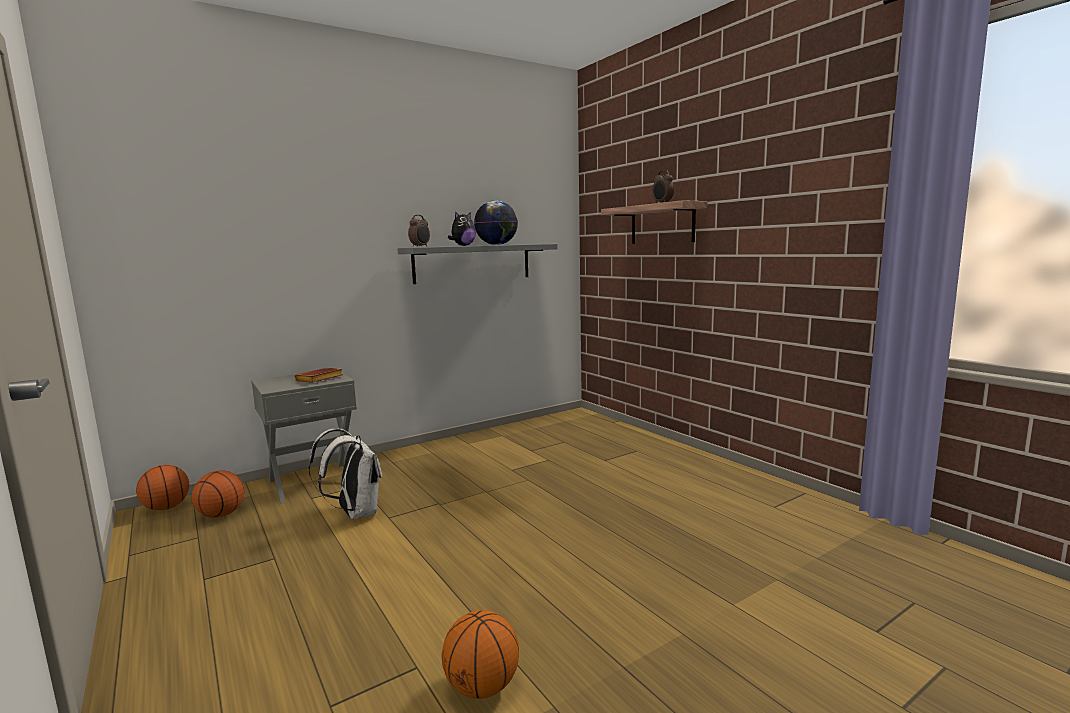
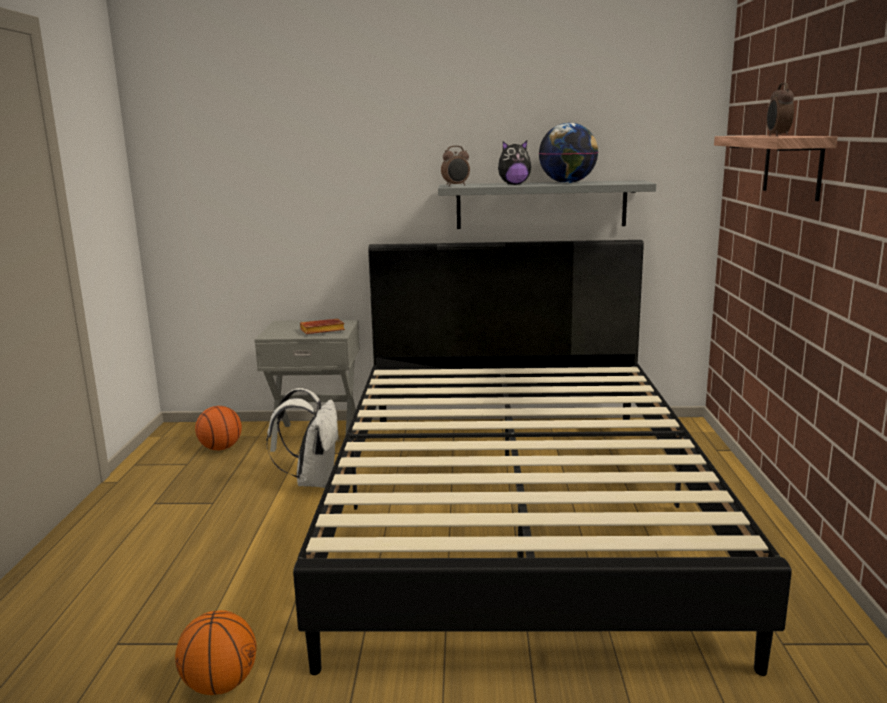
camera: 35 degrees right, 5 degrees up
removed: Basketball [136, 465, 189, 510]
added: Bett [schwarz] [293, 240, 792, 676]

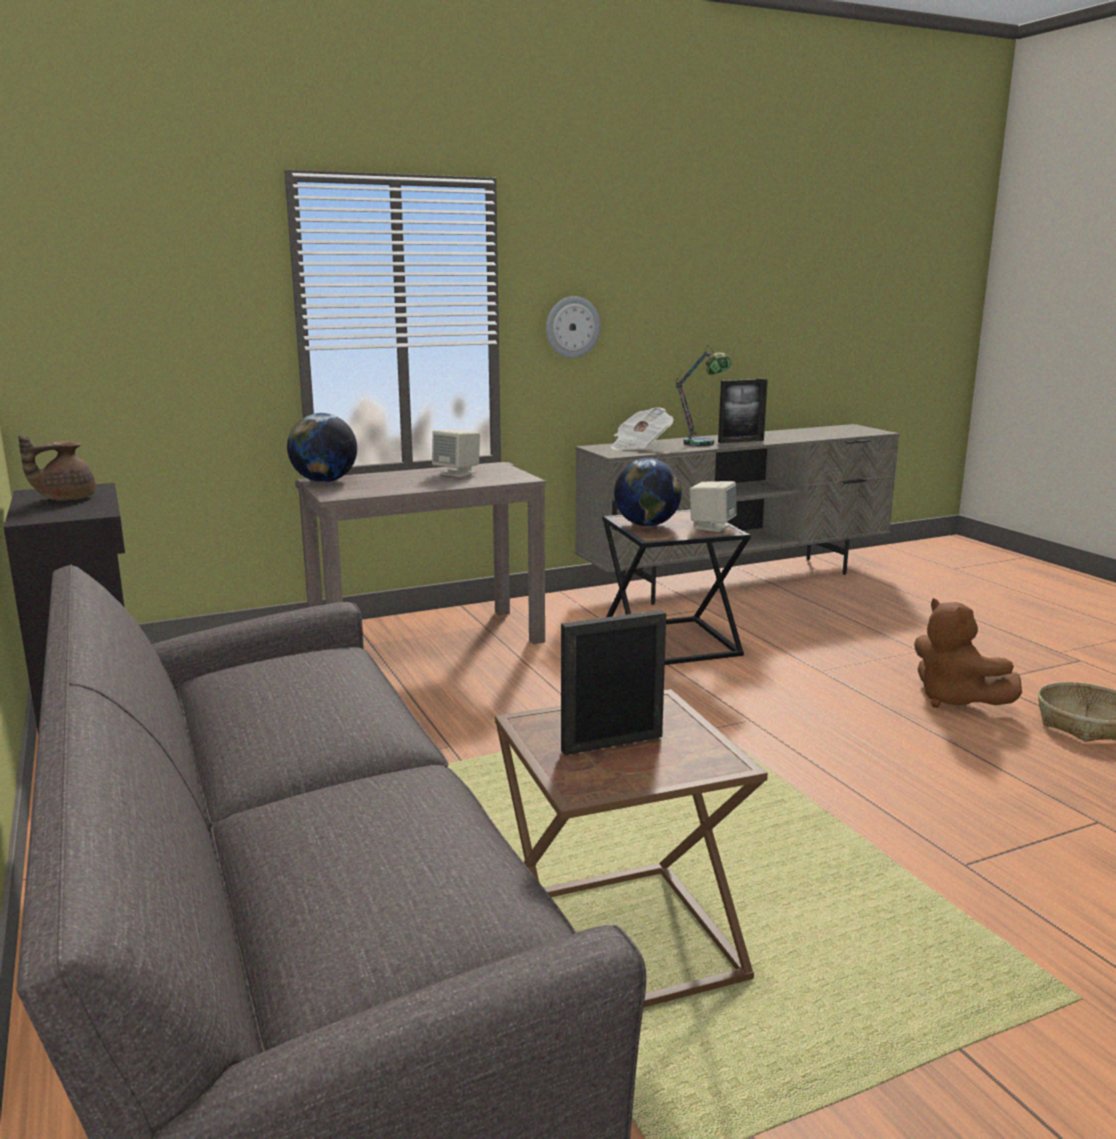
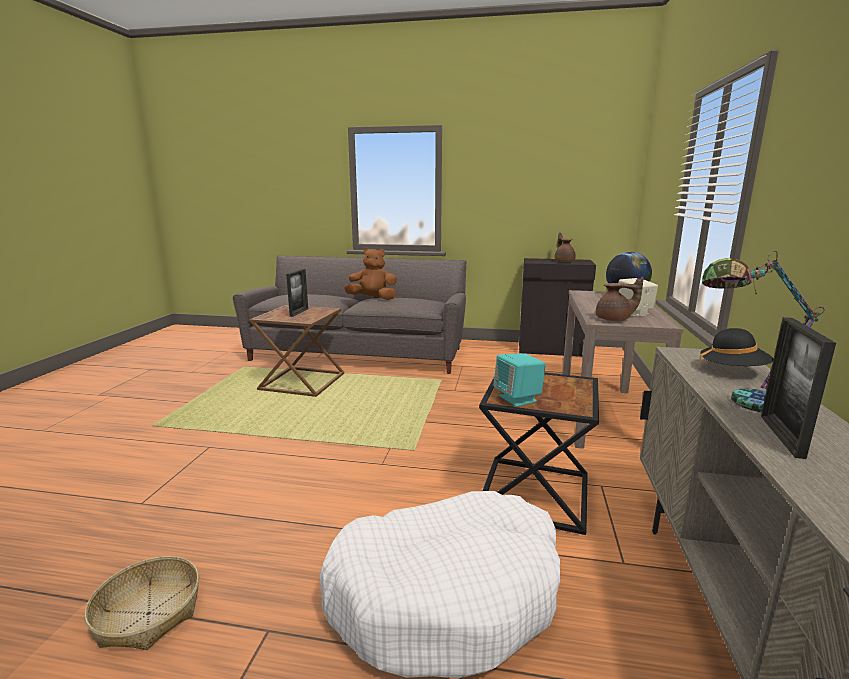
camera: 125 degrees right, 0 degrees up
removed: Wanduhr [546, 296, 601, 358]; Globus [614, 458, 682, 526]
added: Teekanne [braun] [596, 277, 644, 321]; Hundebett [weiß] [319, 491, 560, 679]
moved: Plüschtier [braun] [914, 598, 1022, 708] to [344, 248, 397, 300]
replaced: Zeitung [611, 407, 674, 450] to Hut [schwarz] [698, 328, 773, 368]
recoloured: Lautsprecher [beige] [690, 481, 737, 532] to Lautsprecher [türkis] [493, 353, 546, 407]

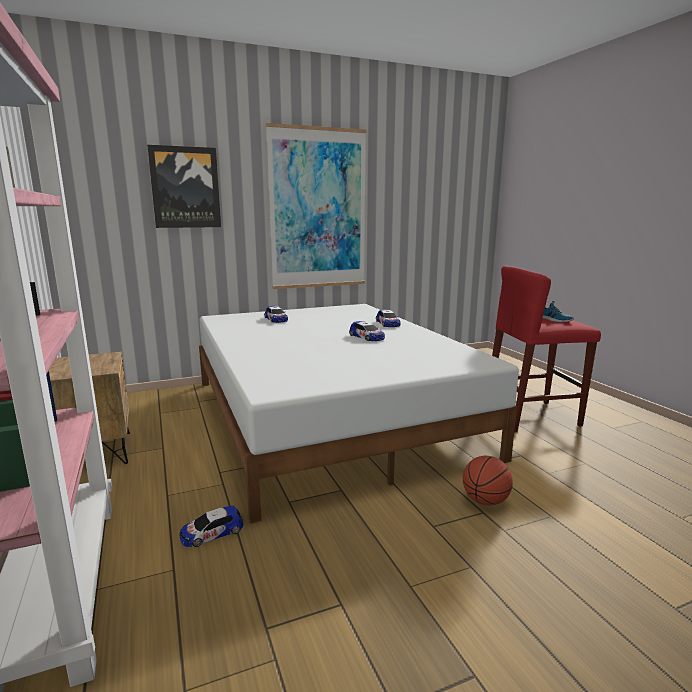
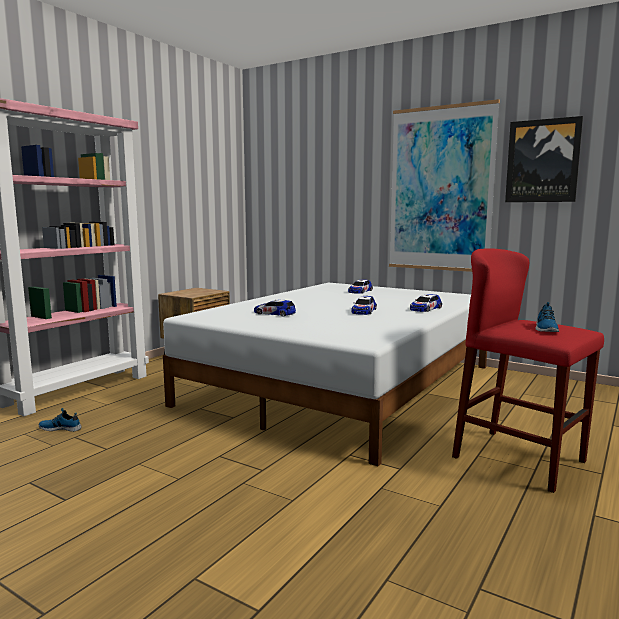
camera: 55 degrees right, 5 degrees down
removed: Basketball [463, 456, 513, 506]
added: Schuh [39, 408, 82, 432]
moved: Bild [147, 145, 221, 228] to [505, 116, 583, 202]; Spielzeugauto [179, 506, 243, 547] to [254, 299, 296, 317]

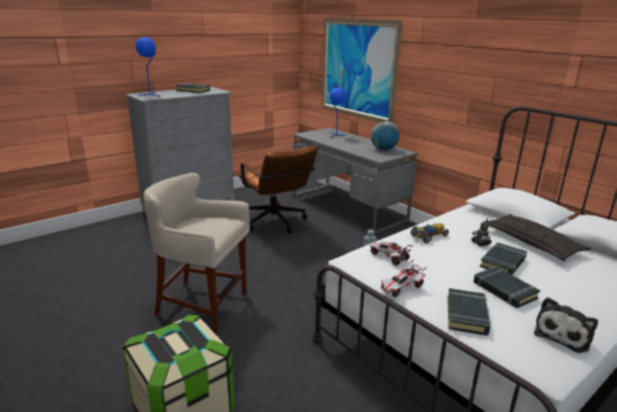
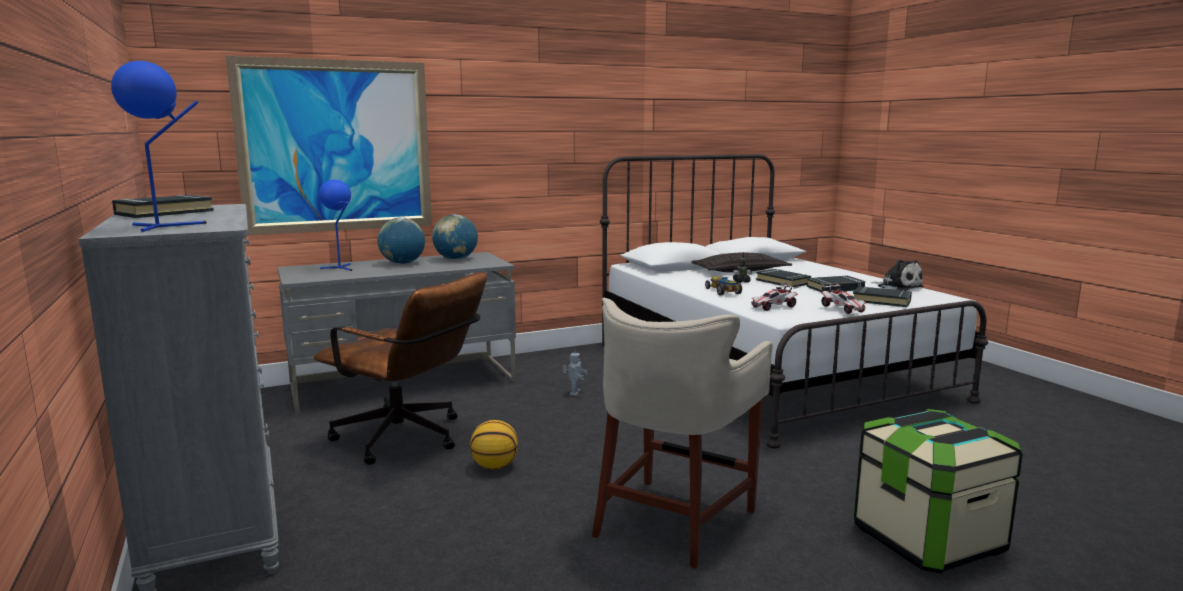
camera: 75 degrees left, 10 degrees down
added: Globus [377, 217, 425, 264]; Basketball [470, 420, 518, 469]
turned: Bürostuhl [braun] [238, 146, 318, 233] = [314, 272, 487, 465] 45 degrees clockwise

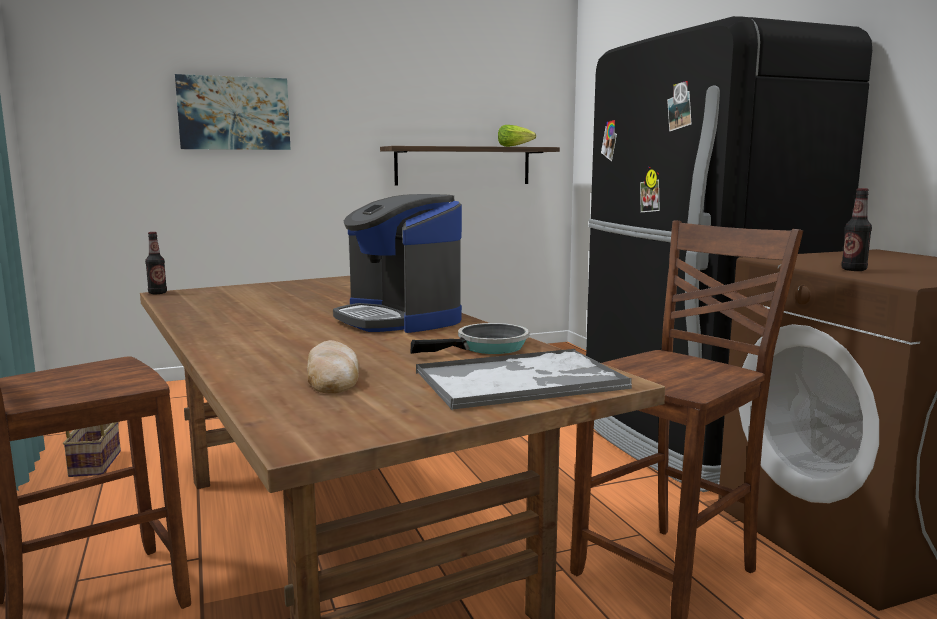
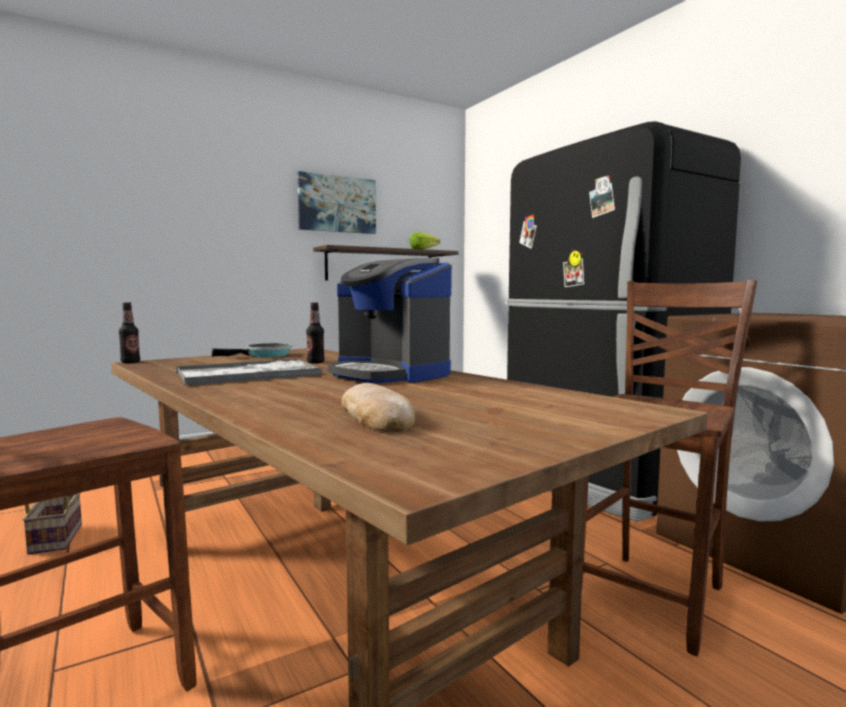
camera: 10 degrees left, 5 degrees down
moved: Bild [175, 74, 291, 150] to [297, 171, 376, 234]; Flasche [841, 188, 872, 271] to [306, 303, 325, 364]; Pfanne [411, 323, 529, 354] to [212, 343, 292, 357]; Tablett [416, 349, 632, 410] to [176, 359, 322, 385]

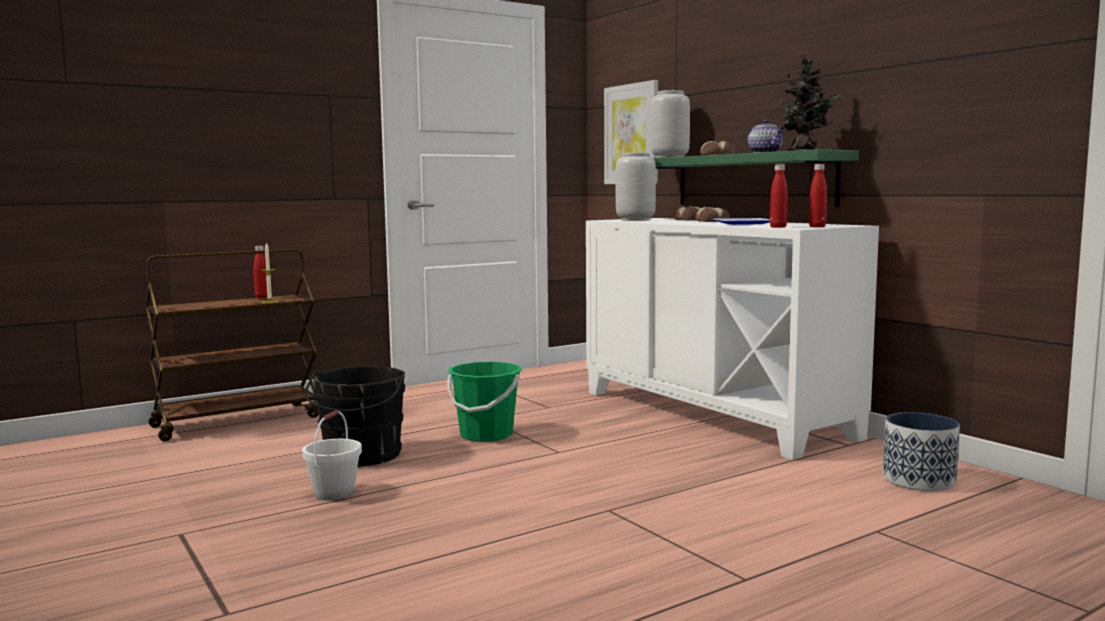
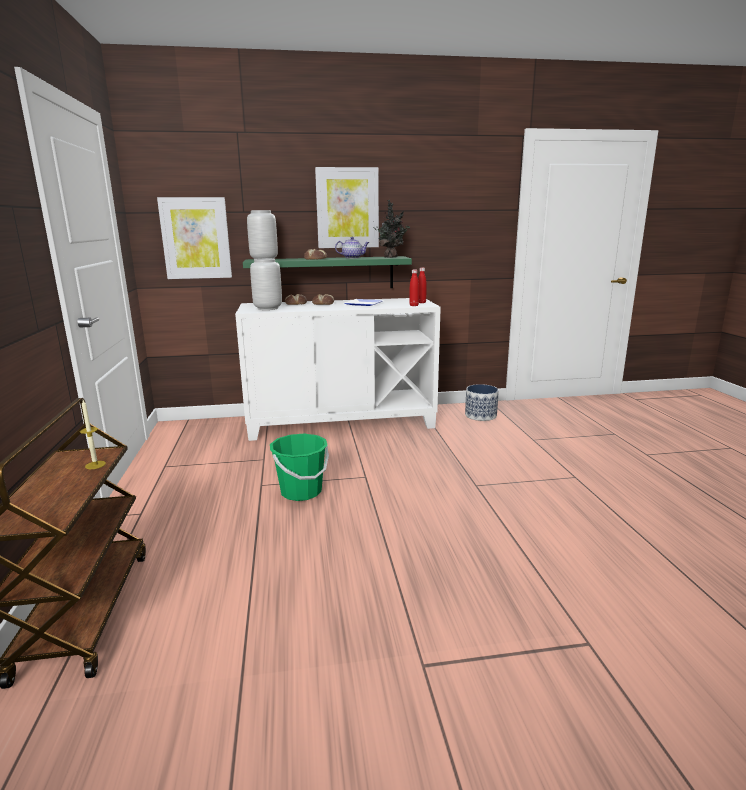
camera: 65 degrees left, 10 degrees up
removed: Flasche [rot] [253, 246, 268, 298]; Eimer [schwarz] [304, 366, 405, 467]; Eimer [weiß] [302, 410, 362, 501]
added: Bild [315, 167, 379, 248]

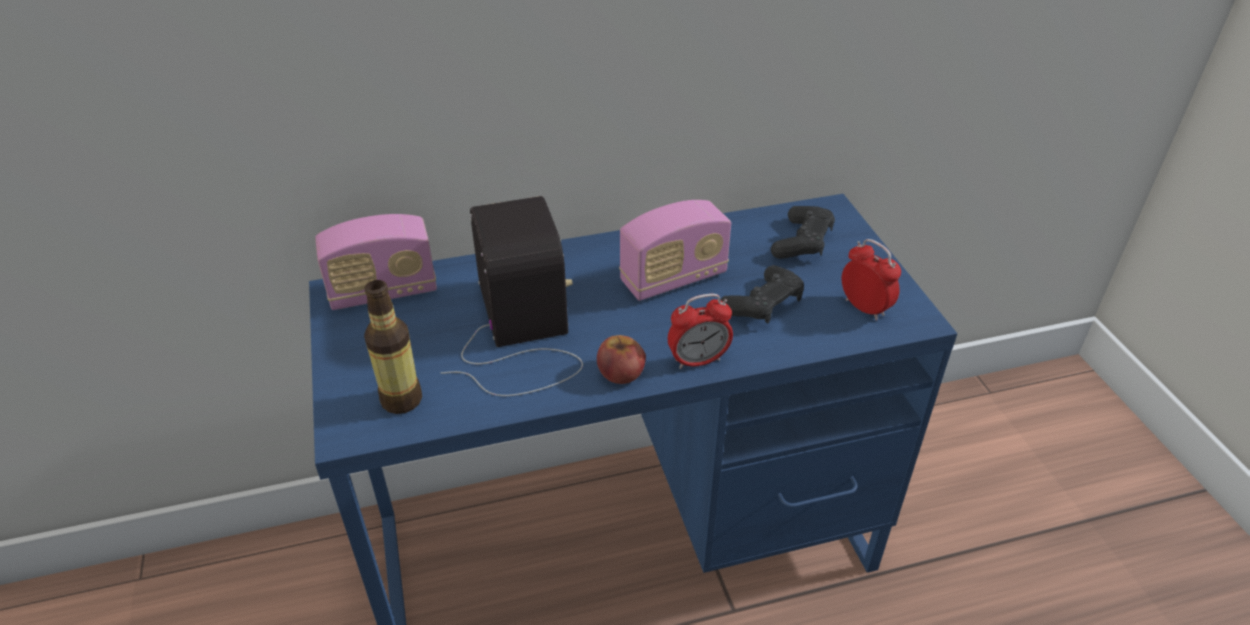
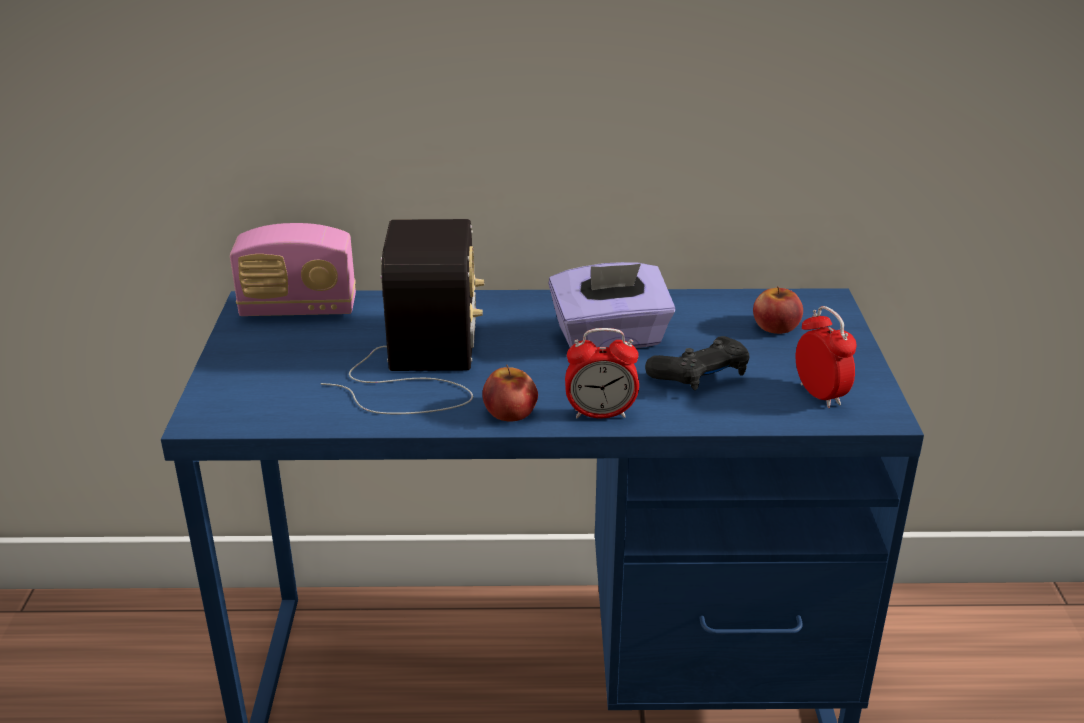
camera: 15 degrees right, 10 degrees down
removed: Flasche [364, 280, 422, 414]
replaced: Radio [619, 200, 731, 301] to Taschentuchbox [lila] [548, 262, 675, 348]; Gamepad [schwarz] [771, 206, 835, 259] to Apfel [753, 286, 803, 334]

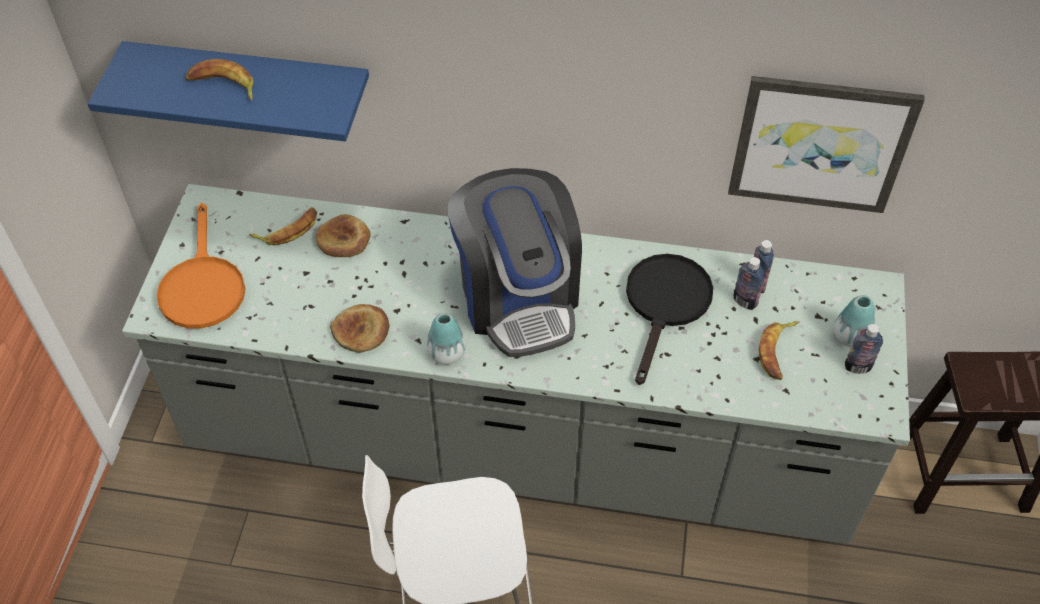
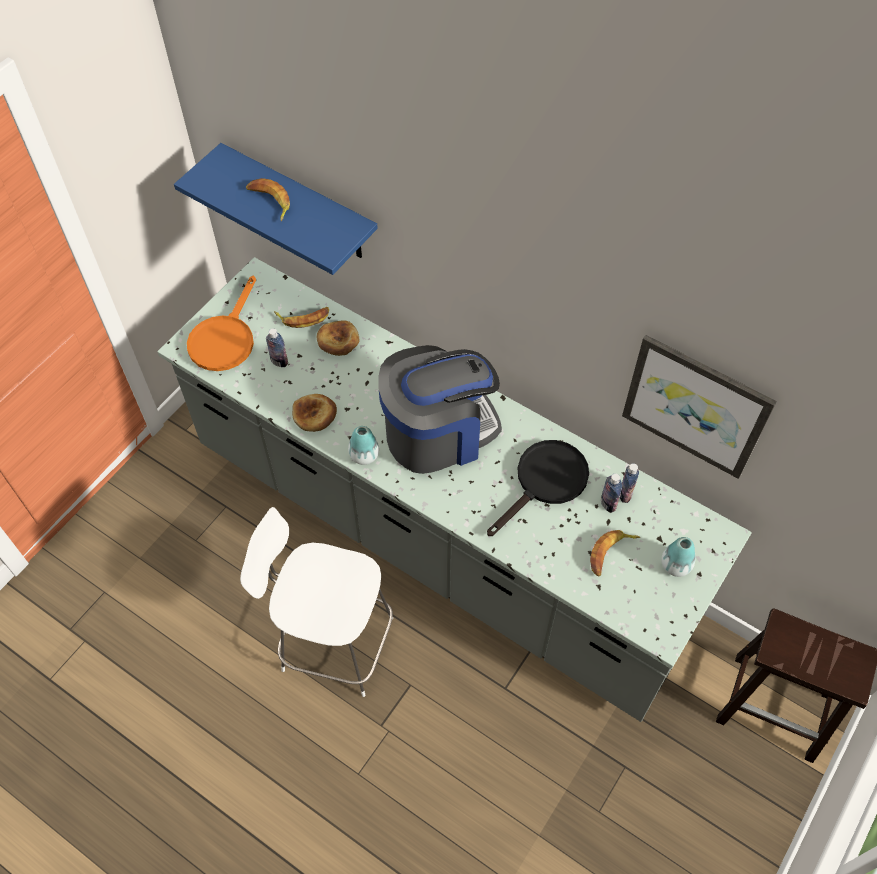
camera: 25 degrees right, 5 degrees up
moved: Flasche [845, 324, 883, 374] to [266, 328, 288, 367]
turned: Kaffeemaschine [448, 168, 582, 357] = [378, 345, 502, 474] 120 degrees counterclockwise

